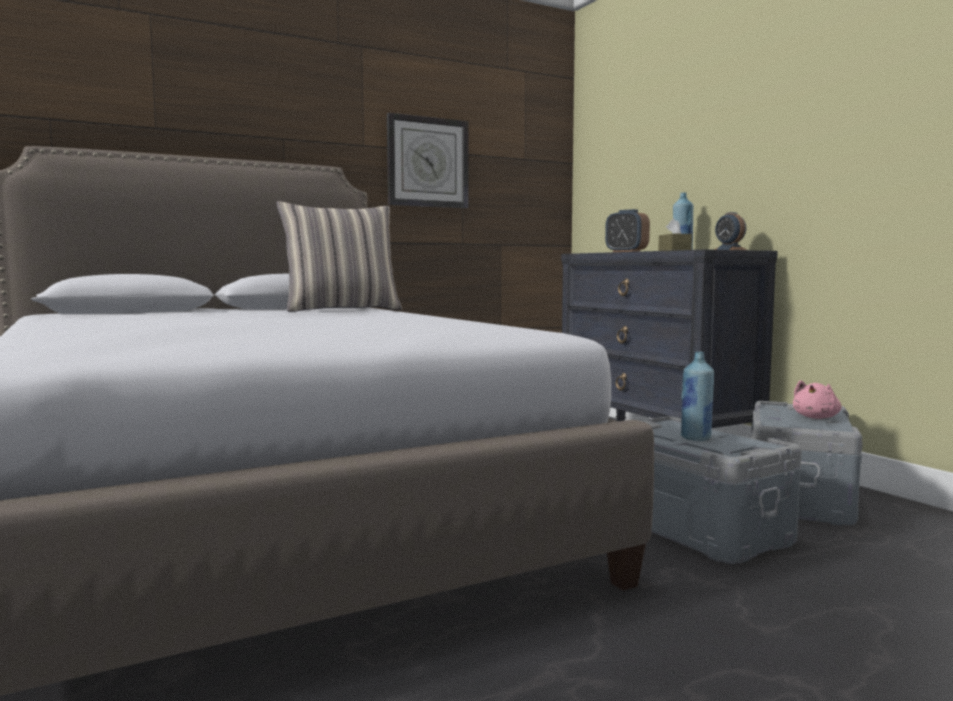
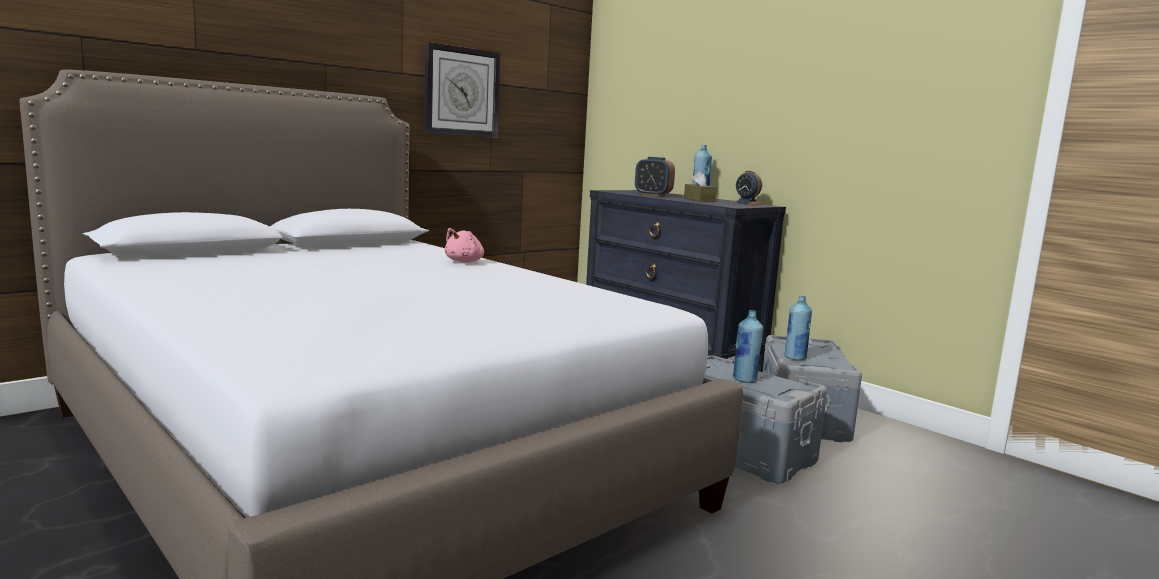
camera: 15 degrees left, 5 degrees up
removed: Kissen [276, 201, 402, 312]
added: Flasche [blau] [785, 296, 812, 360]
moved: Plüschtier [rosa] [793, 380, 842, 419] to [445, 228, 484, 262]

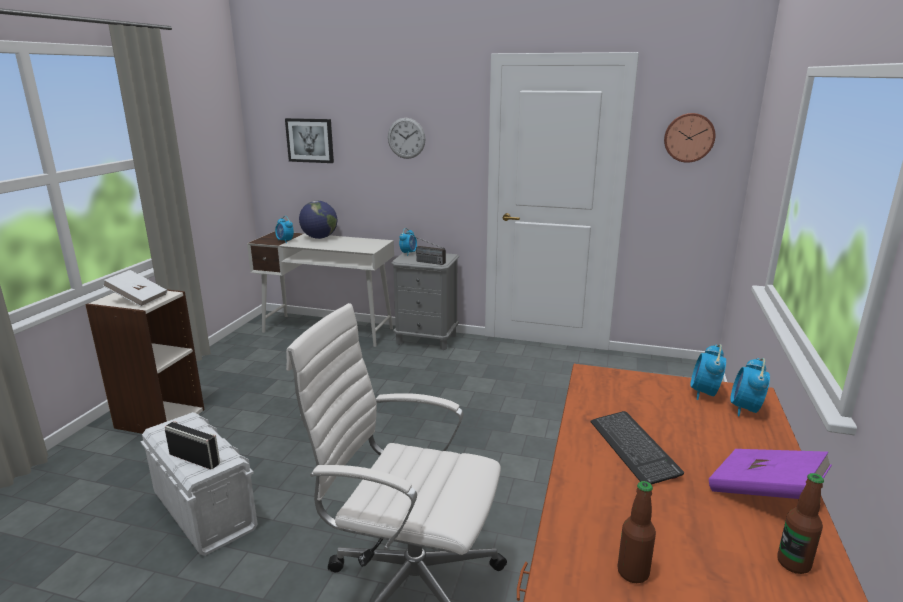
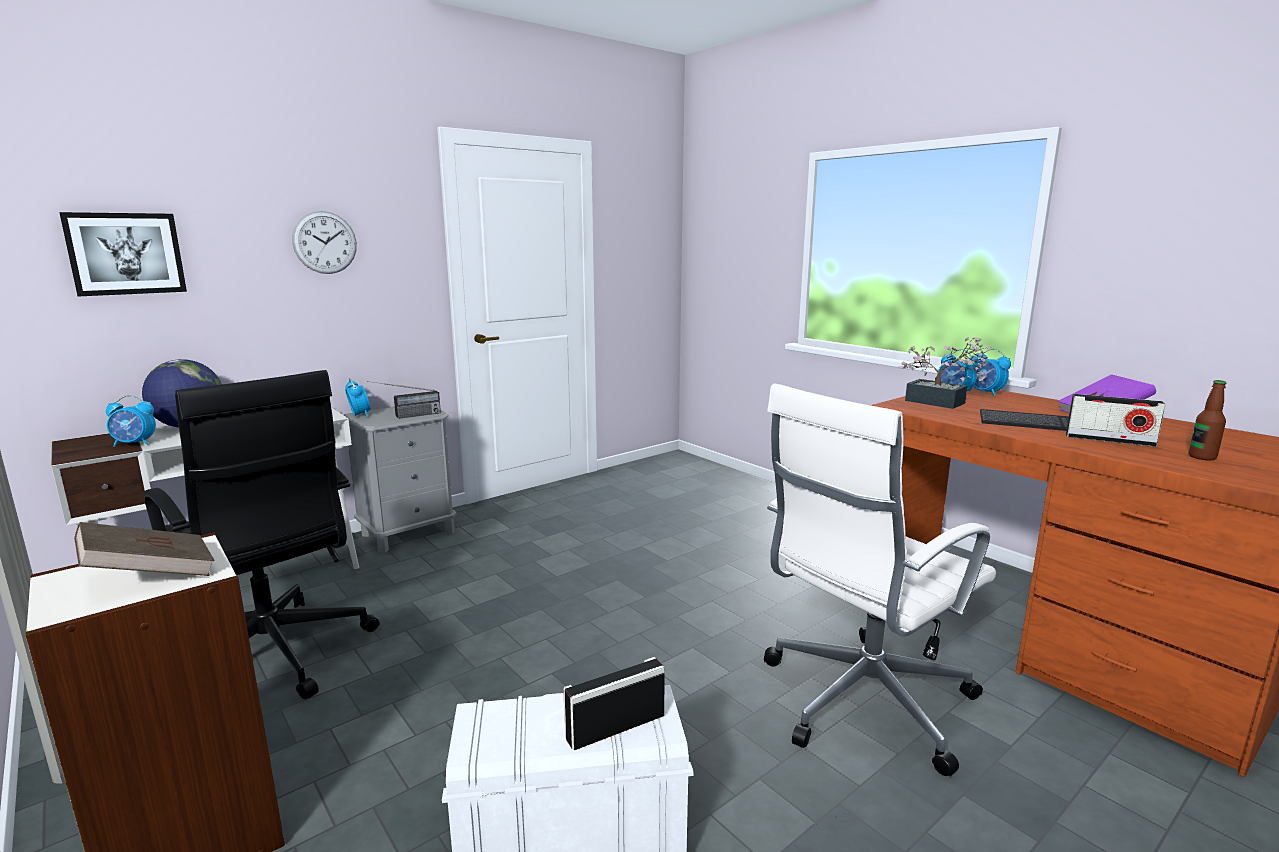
camera: 55 degrees left, 5 degrees down
removed: Wanduhr [664, 113, 716, 163]; Flasche [777, 473, 824, 574]
added: Topfpflanze [898, 337, 991, 409]; Bürostuhl [schwarz] [144, 370, 380, 699]; Radio [1066, 394, 1166, 447]
recoloured: Buch [weiß] [103, 270, 167, 307] to Buch [braun] [74, 522, 215, 576]

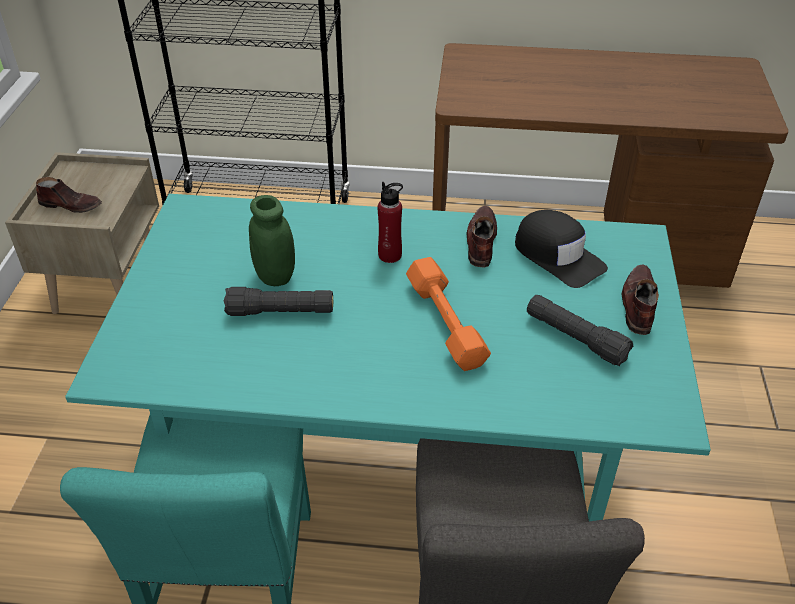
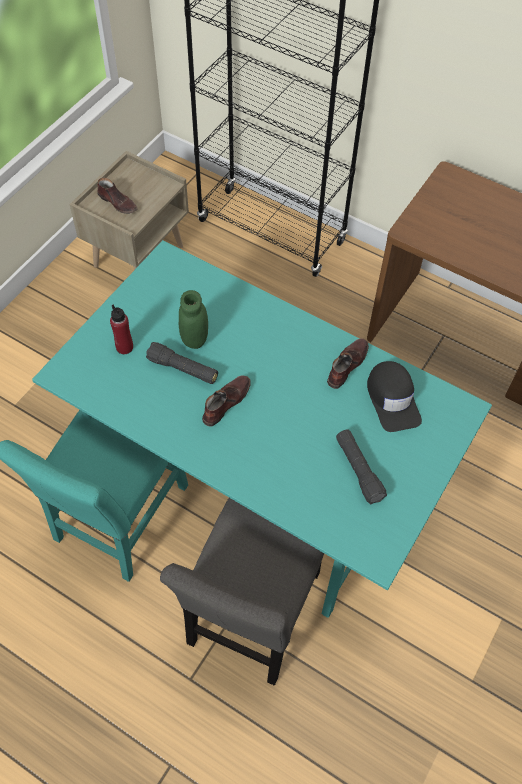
camera: 25 degrees right, 15 degrees up
removed: Hantel [orange] [406, 257, 491, 371]
moved: Flasche [rot] [377, 182, 403, 263] to [110, 305, 133, 354]; Schuh [braun] [622, 264, 659, 335] to [202, 375, 251, 426]

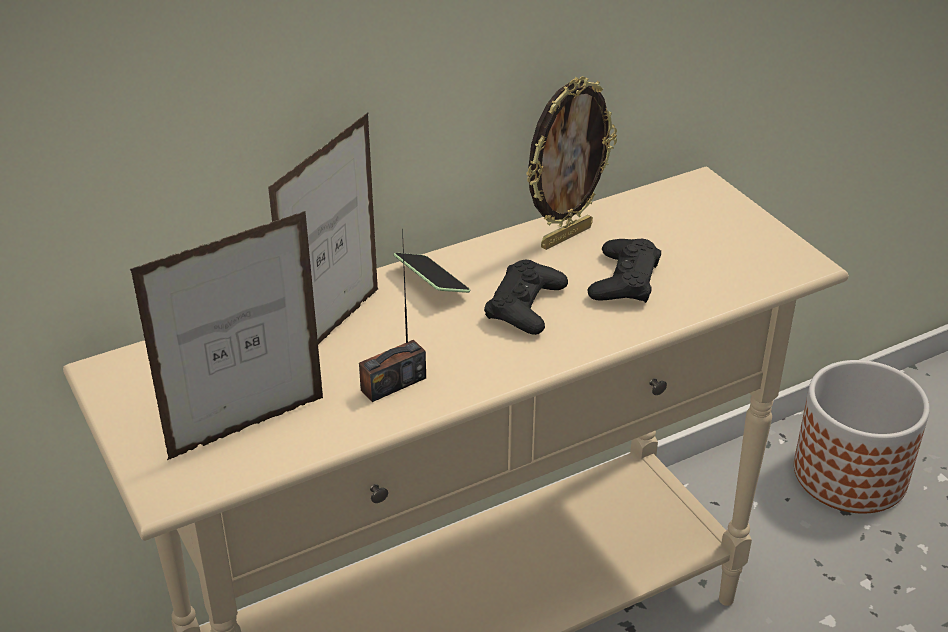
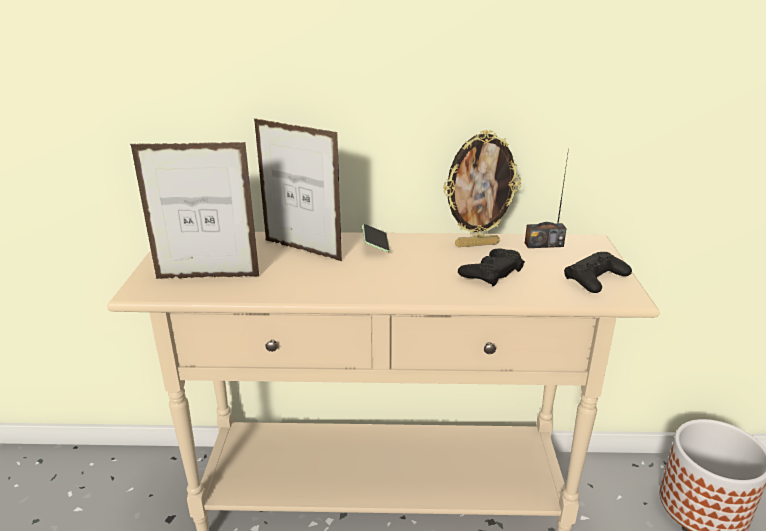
camera: 30 degrees right, 10 degrees down
moved: Radio [359, 229, 426, 402] to [525, 148, 569, 248]; Gamepad [schwarz] [484, 260, 568, 335] to [564, 252, 632, 293]
turned: Bilderrahmen [268, 113, 378, 345] = [254, 118, 342, 261] 120 degrees counterclockwise

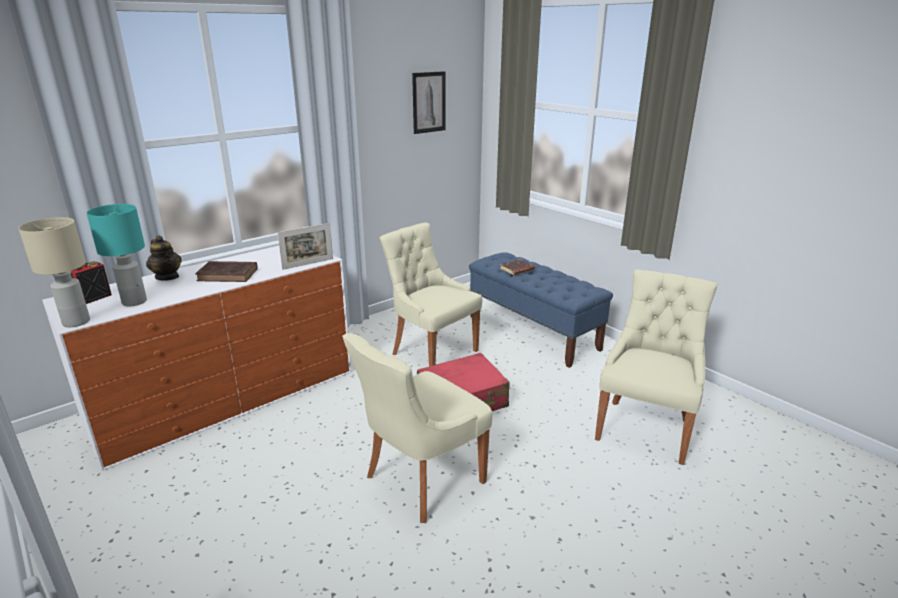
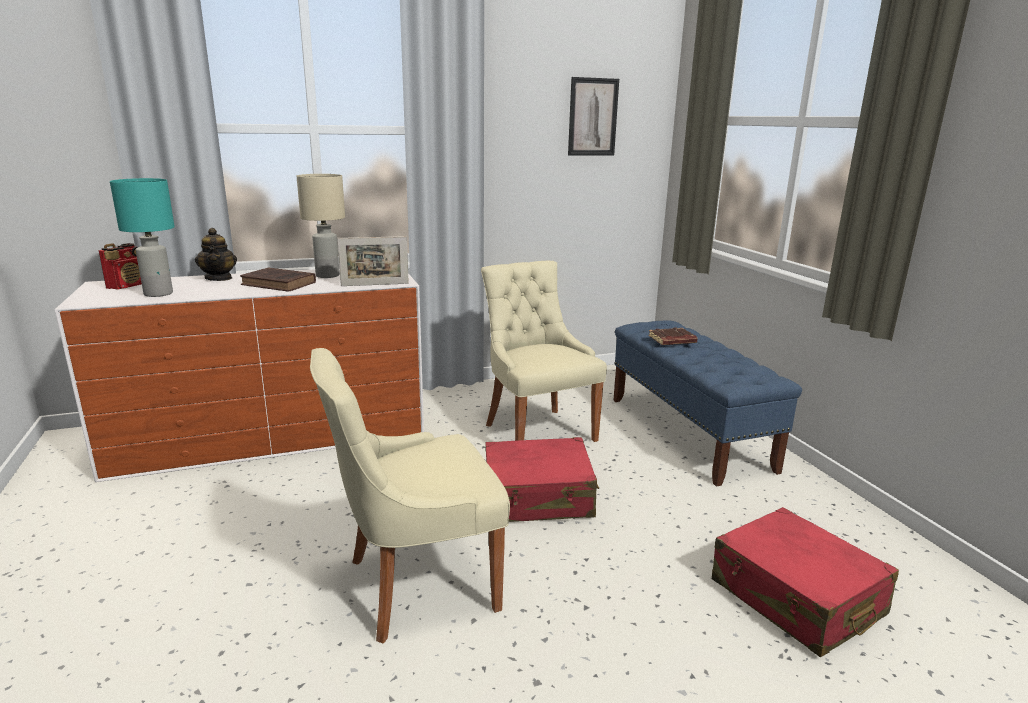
camera: 20 degrees right, 5 degrees down
moved: Tischlampe [beige] [19, 217, 90, 327] to [297, 174, 345, 278]
replaced: Stuhl [beige] [595, 270, 718, 465] to Koffer [rot] [712, 507, 899, 657]
turned: Radio [71, 261, 112, 304] = [99, 243, 142, 290] 150 degrees clockwise

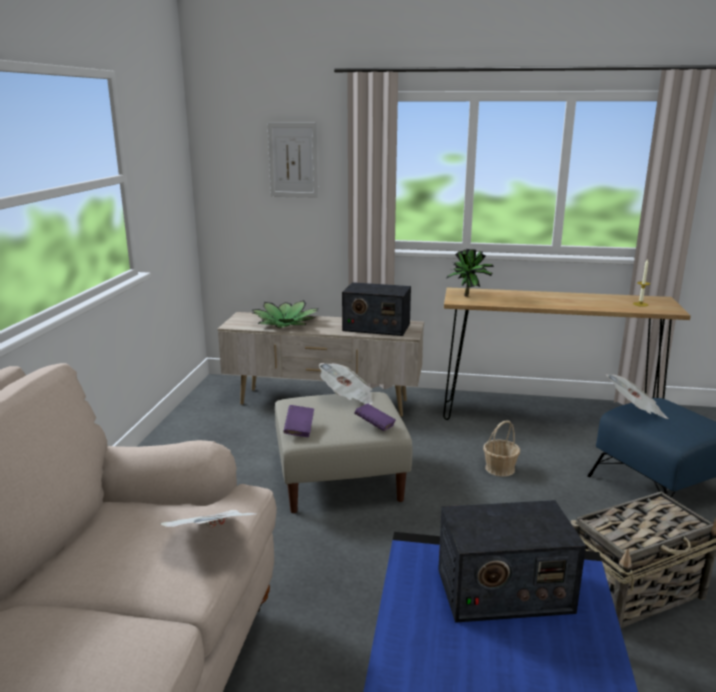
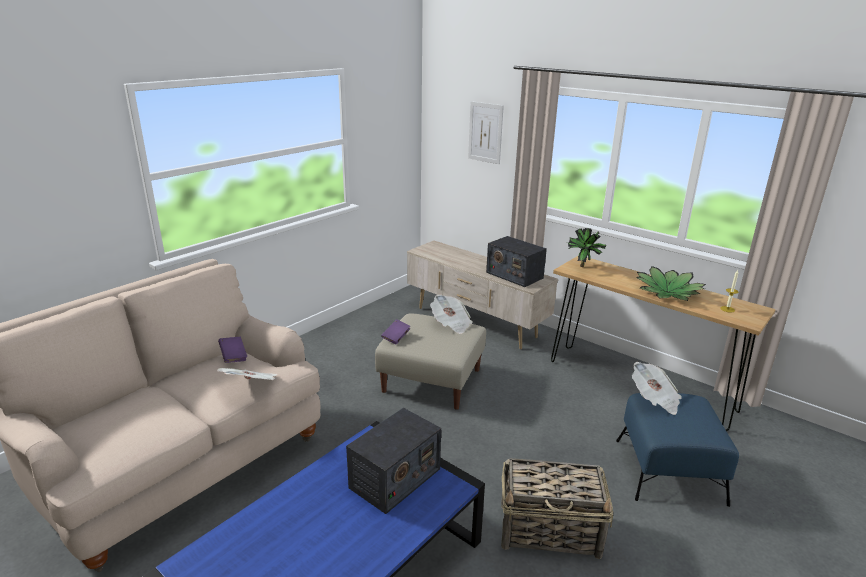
camera: 30 degrees right, 5 degrees up
removed: Korb [483, 420, 520, 477]
moved: Topfpflanze [252, 300, 319, 328] to [636, 266, 706, 301]; Buch [lila] [354, 403, 396, 431] to [218, 337, 247, 363]
turned: Radio [438, 500, 586, 623] = [346, 408, 441, 514] 75 degrees counterclockwise

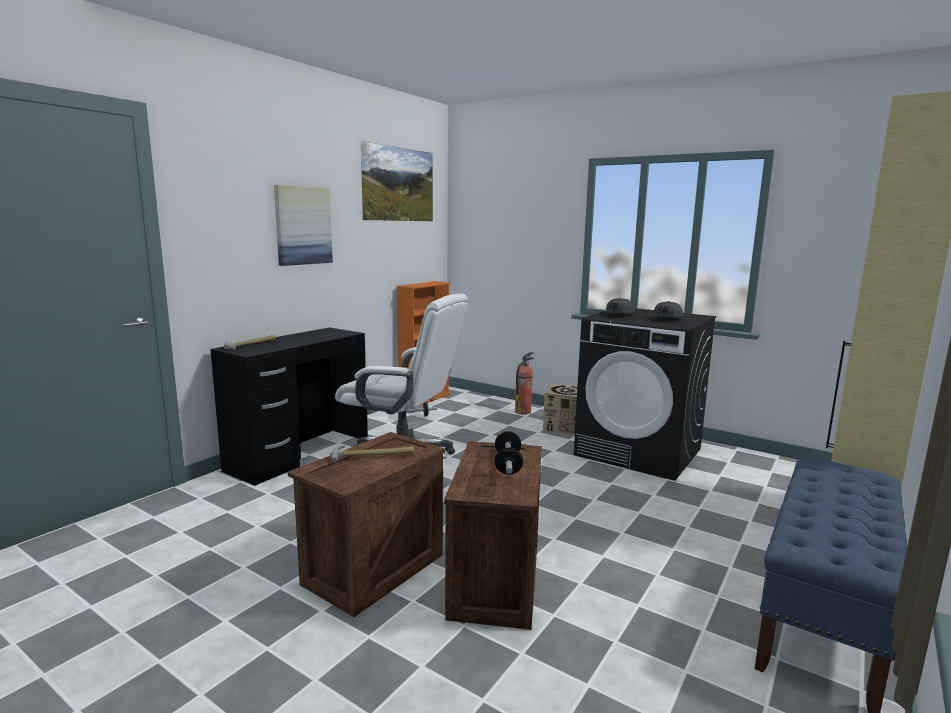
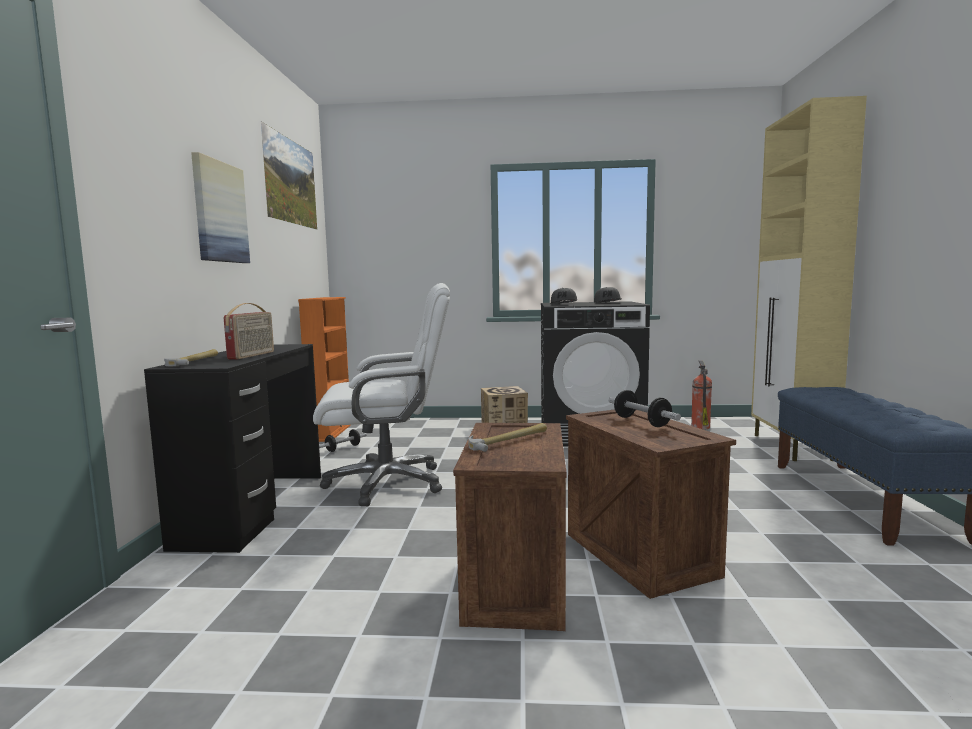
camera: 30 degrees left, 5 degrees down
added: Radio [224, 303, 274, 360]
moved: Feuerlöscher [515, 352, 534, 414] to [691, 360, 712, 429]

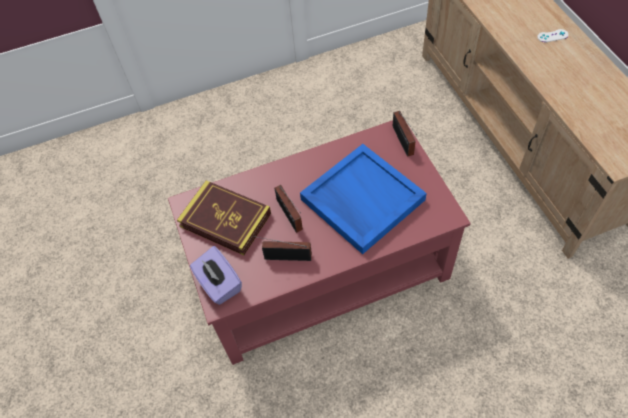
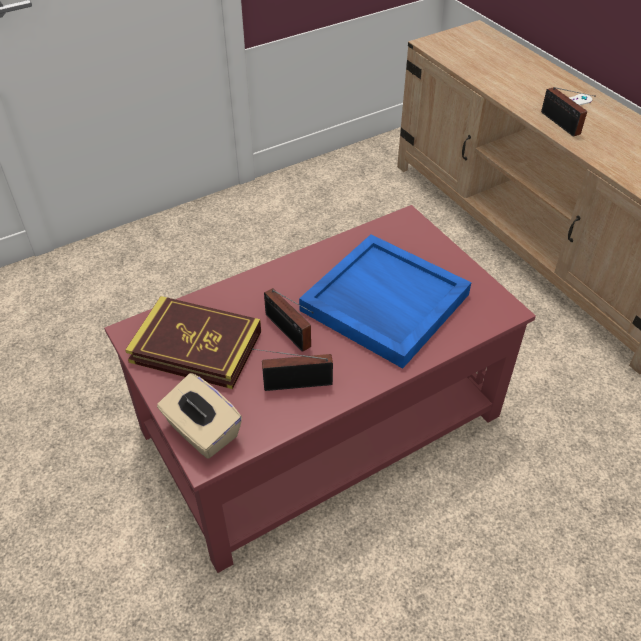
camera: 15 degrees left, 10 degrees down
moved: Radio [393, 111, 417, 157] to [541, 87, 596, 137]
recoloured: Taschentuchbox [lila] [190, 246, 242, 305] to Taschentuchbox [beige] [157, 373, 242, 459]

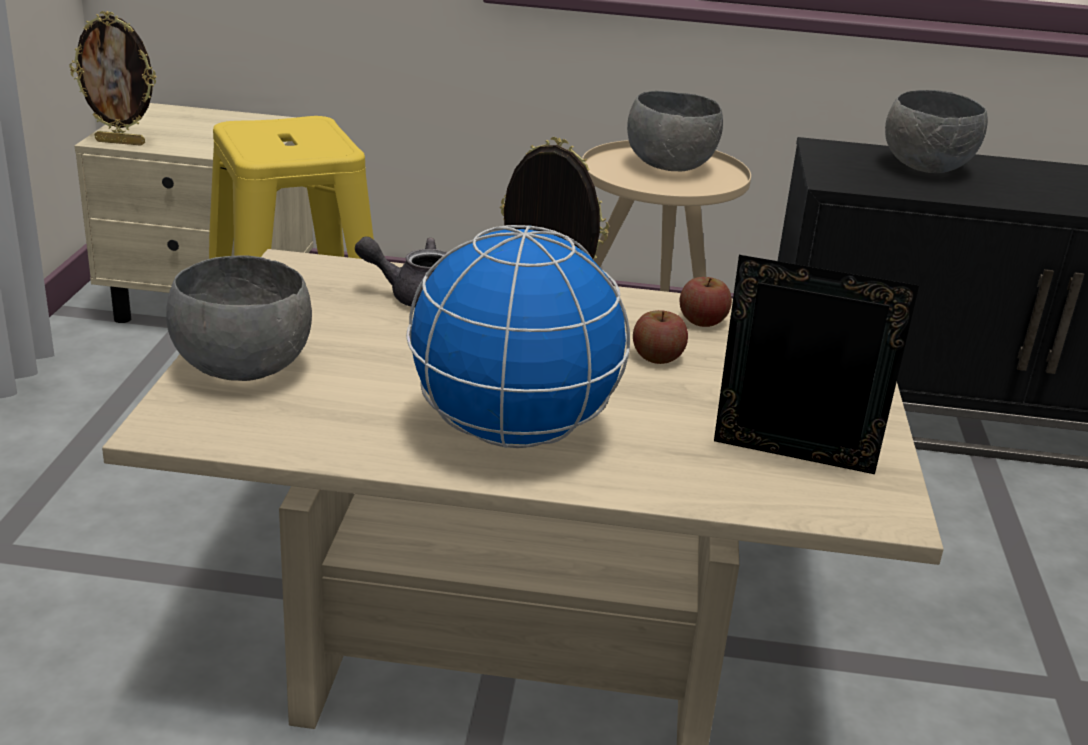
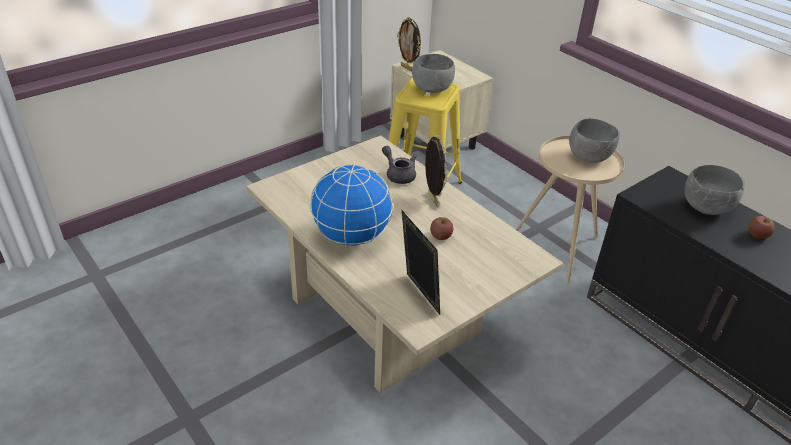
camera: 45 degrees right, 10 degrees up
moved: Schüssel [grau] [166, 255, 312, 381] to [412, 54, 455, 93]; Apfel [680, 277, 732, 327] to [748, 216, 775, 239]

